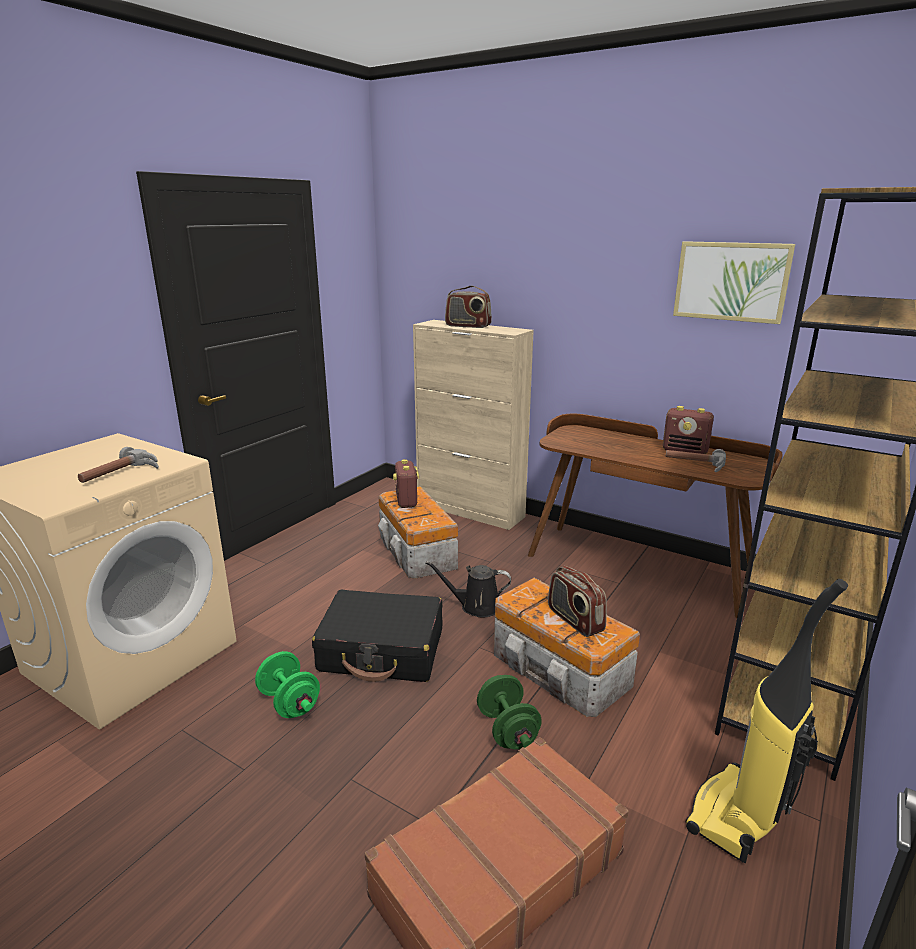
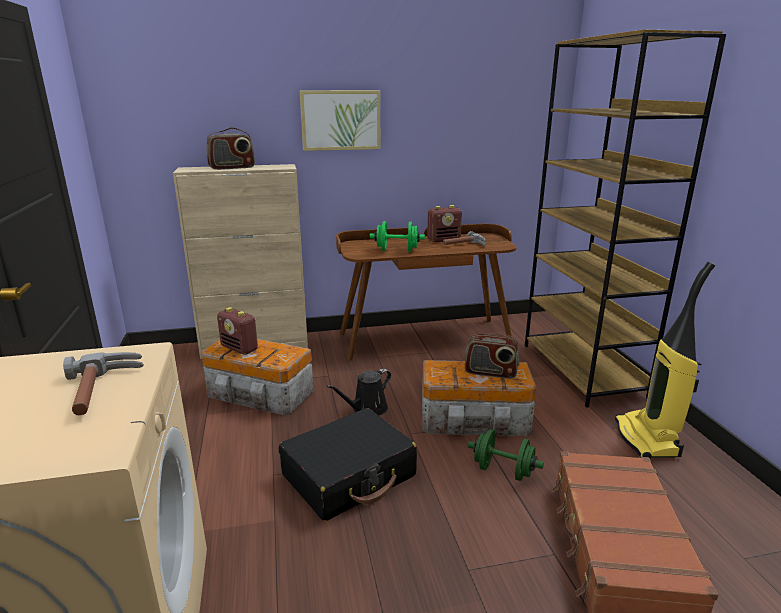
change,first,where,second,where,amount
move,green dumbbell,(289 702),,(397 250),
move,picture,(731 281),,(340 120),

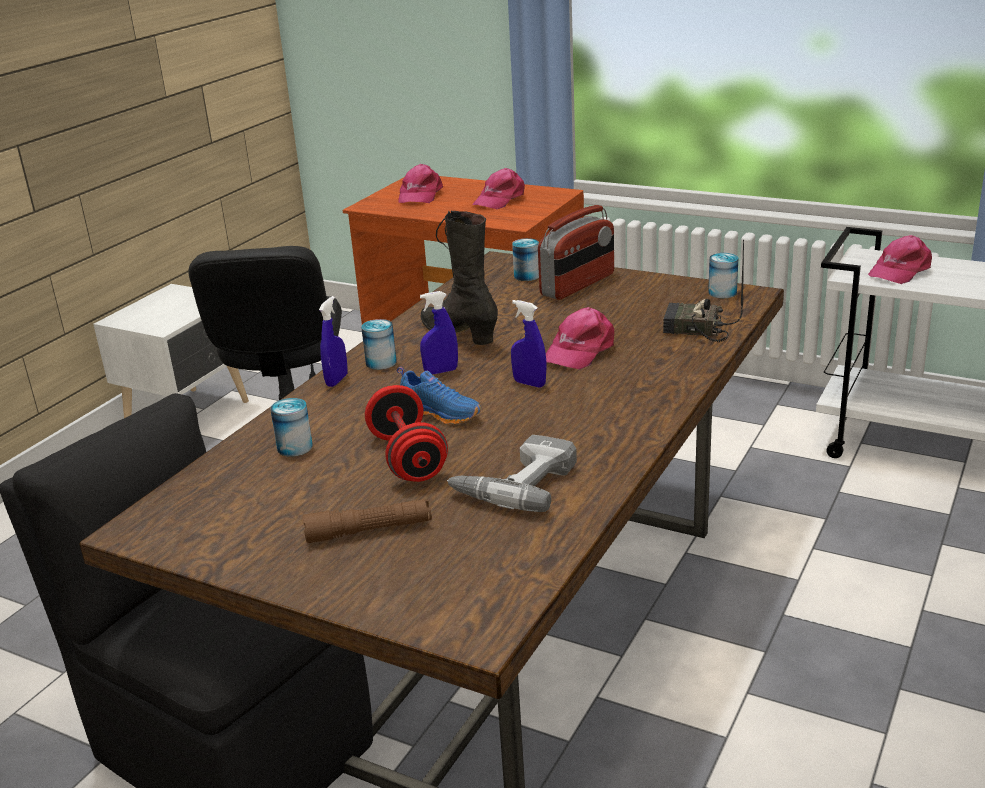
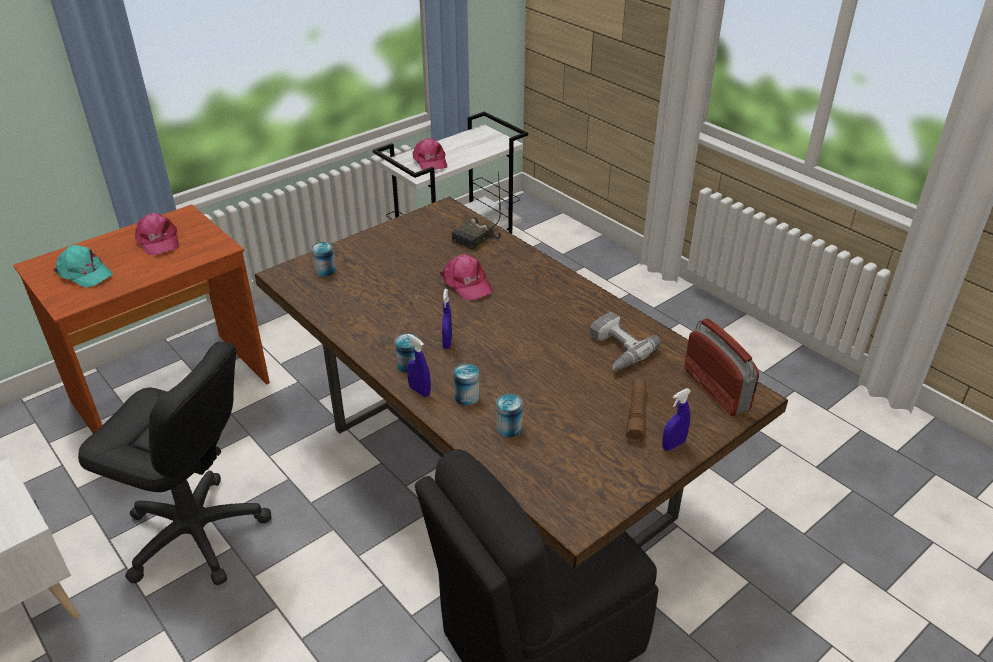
change,first,where,second,where,amount
delete,red dumbbell,(408 458),,,
delete,blue shoe,(440 413),,,
recolor,pink cap,(419 195),turquoise cap,(84 273),
delete,black boot,(459 334),,,
move,blue spray bottle,(529 383),,(673 445),
move,radio,(578 285),,(716 389),
move,can,(722 292),,(467 397),

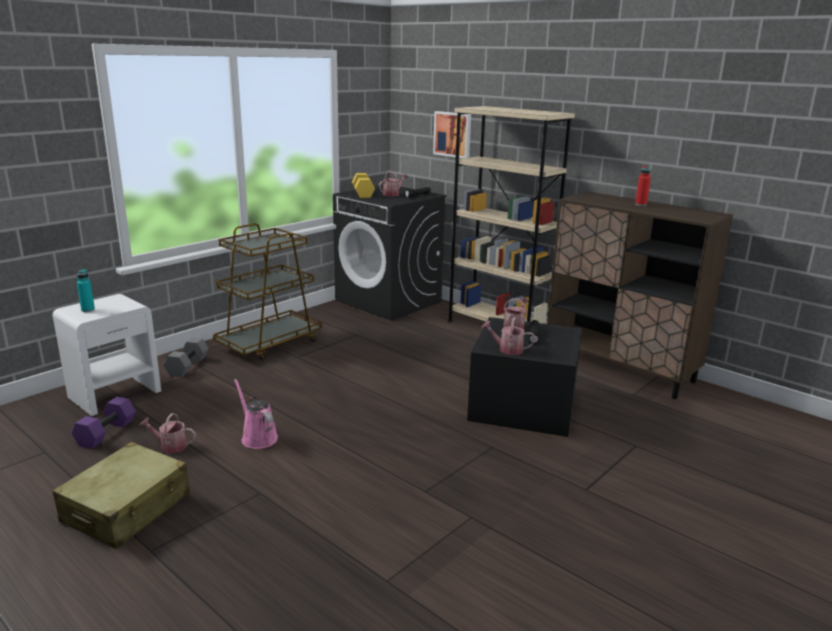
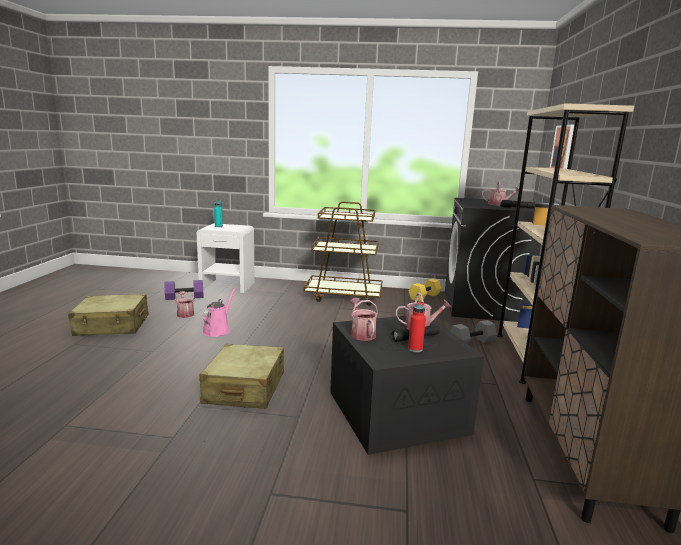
change,first,where,second,where,amount
move,grey dumbbell,(187 366),,(471 342),
move,yellow dumbbell,(363 194),,(424 297),
move,red bottle,(640 204),,(415 349),
insert,,,beige suitcase,(244 388),

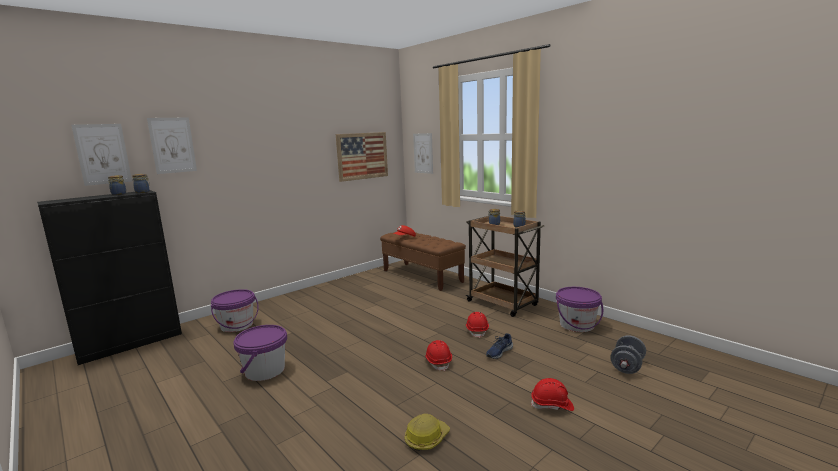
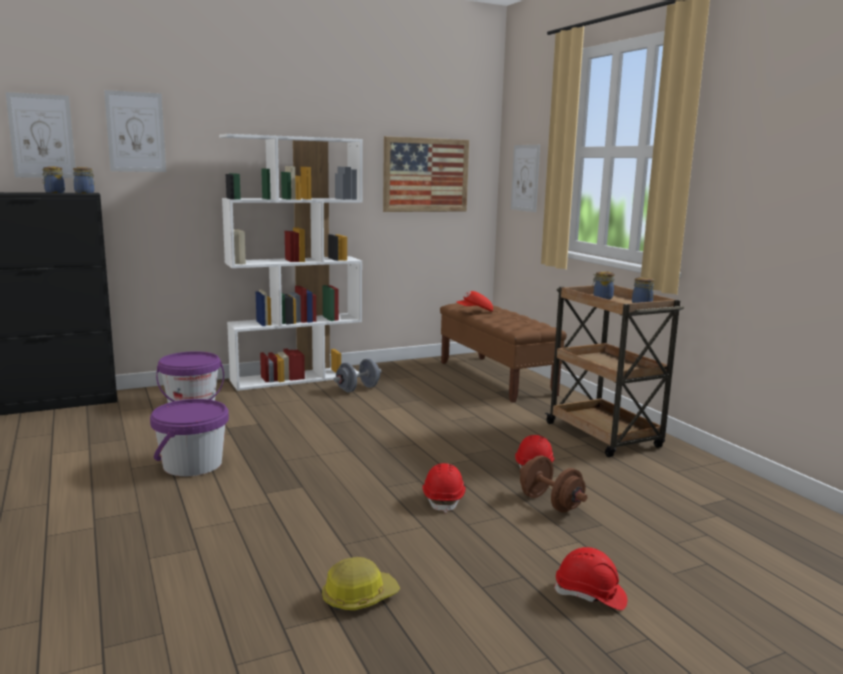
change,first,where,second,where,amount
replace,blue shoe,(499 352),brown dumbbell,(550 503),
delete,purple bucket,(577 325),,,
move,grey dumbbell,(627 366),,(358 389),
insert,,,white bookcase,(297 378),

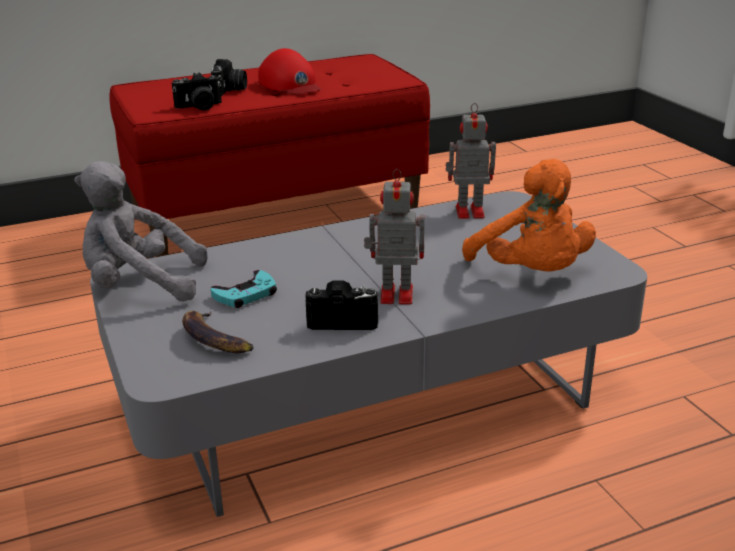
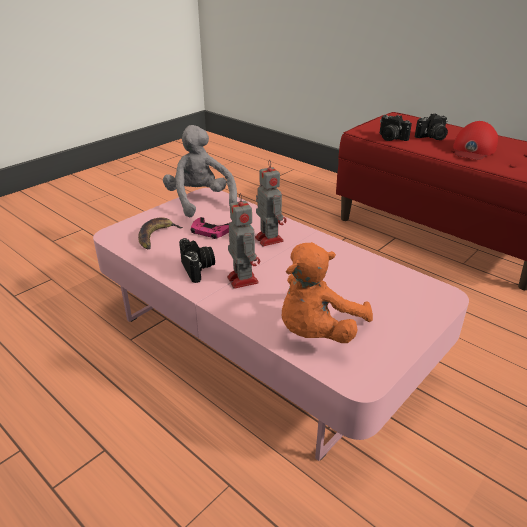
change,first,where,second,where,amount
recolor,grey coffee table,(369 394),pink coffee table,(263 340),
recolor,turquoise game controller,(246 295),pink game controller,(209 231),
move,toy robot,(467 212),,(268 238),

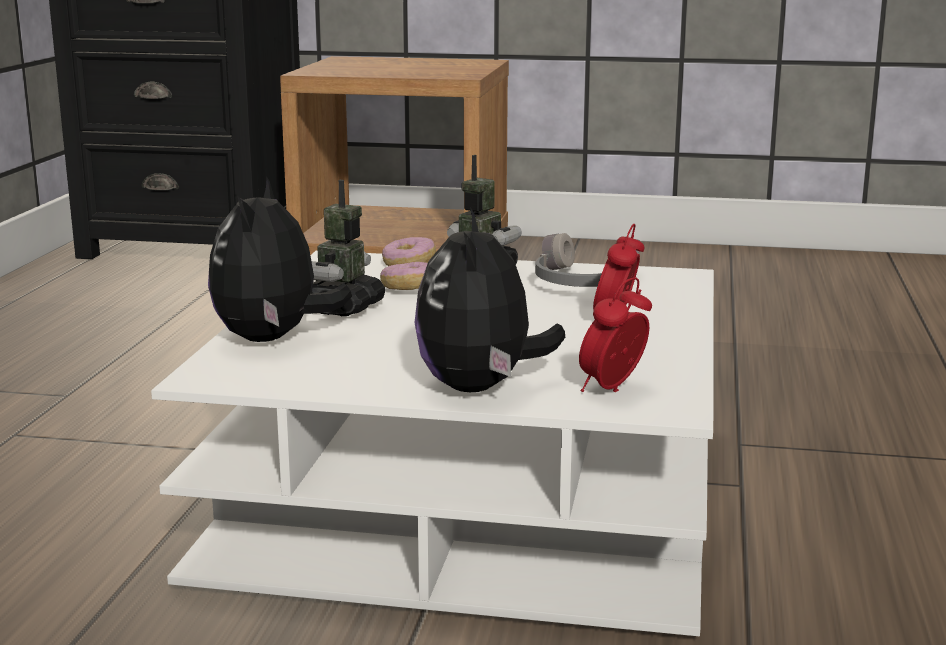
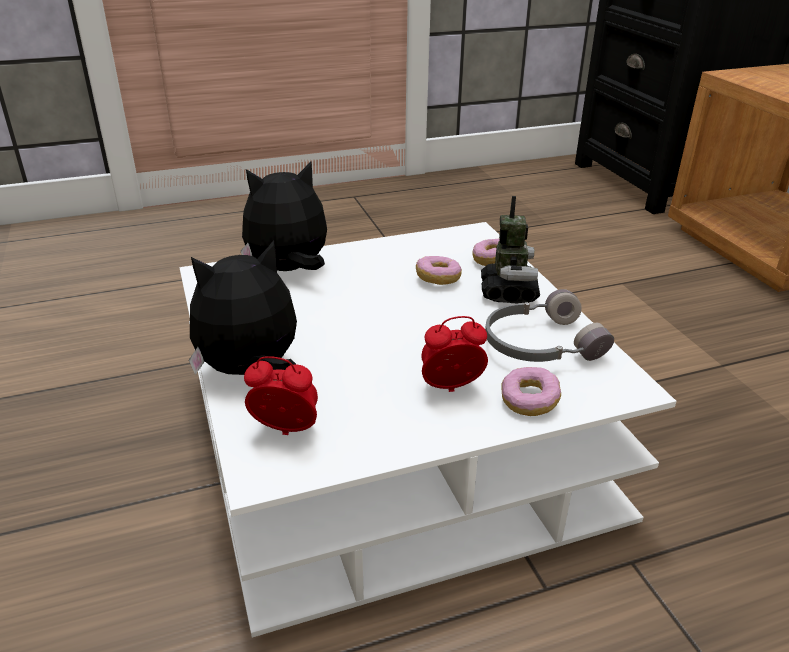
change,first,where,second,where,amount
delete,toy robot,(342 308),,,
insert,,,donut,(529 401),

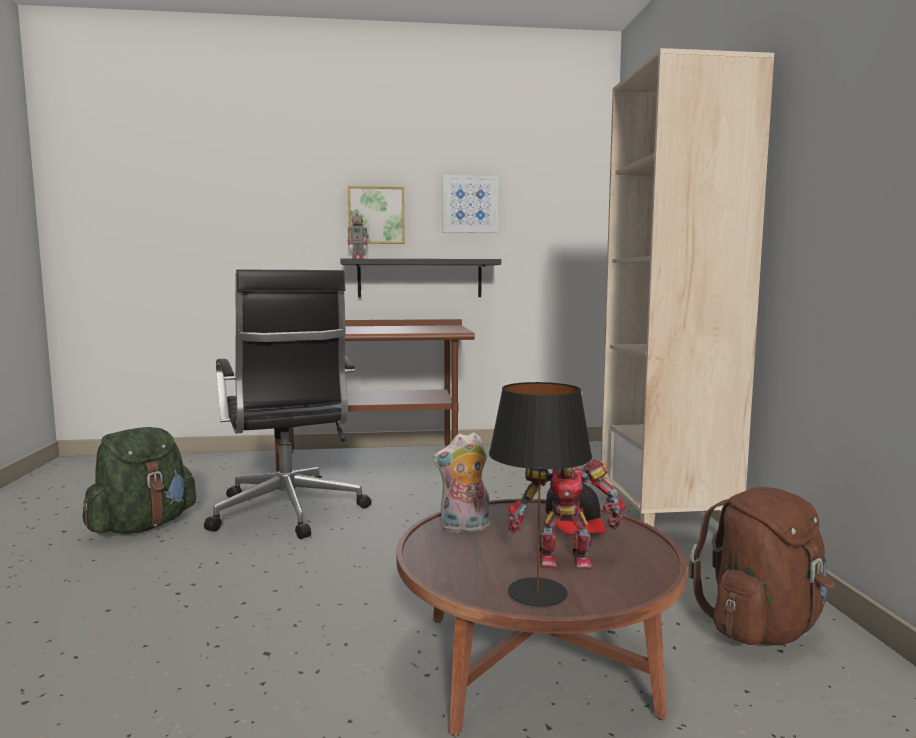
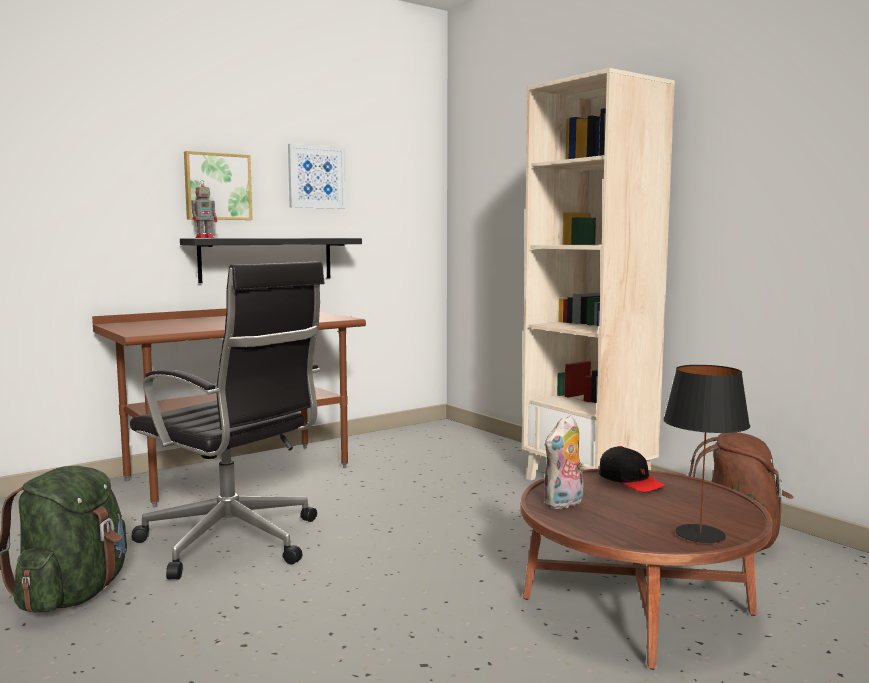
change,first,where,second,where,amount
delete,toy robot,(563 557),,,

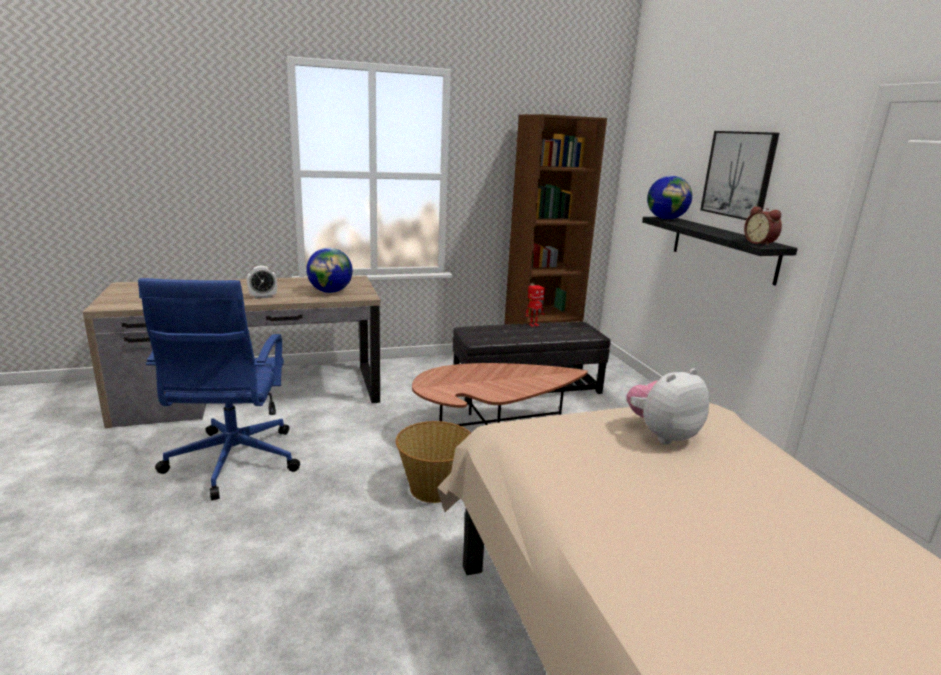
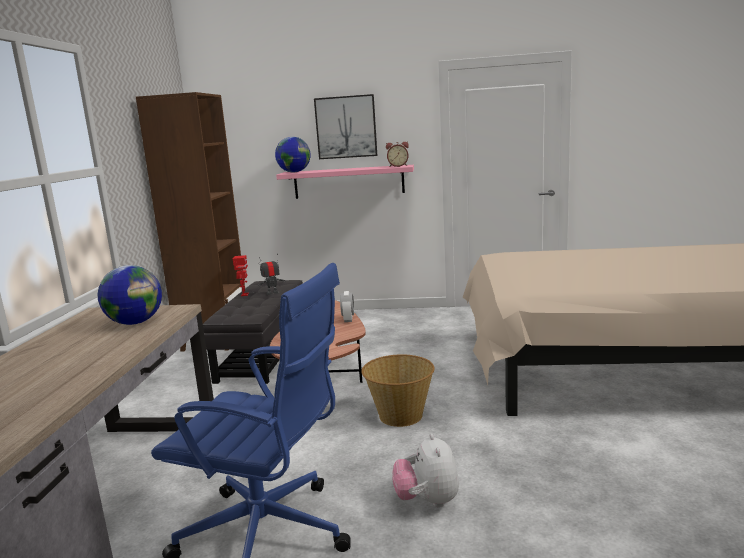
change,first,where,second,where,amount
move,alarm clock,(263 297),,(348 319),
move,plush toy,(662 434),,(427 501),
recolor,black shelf,(723 248),pink shelf,(348 182),
insert,,,toy robot,(272 293),

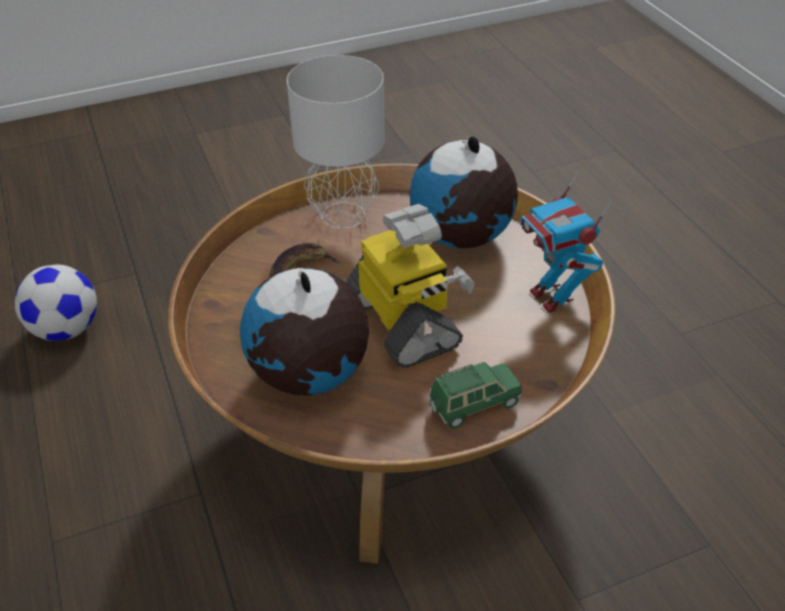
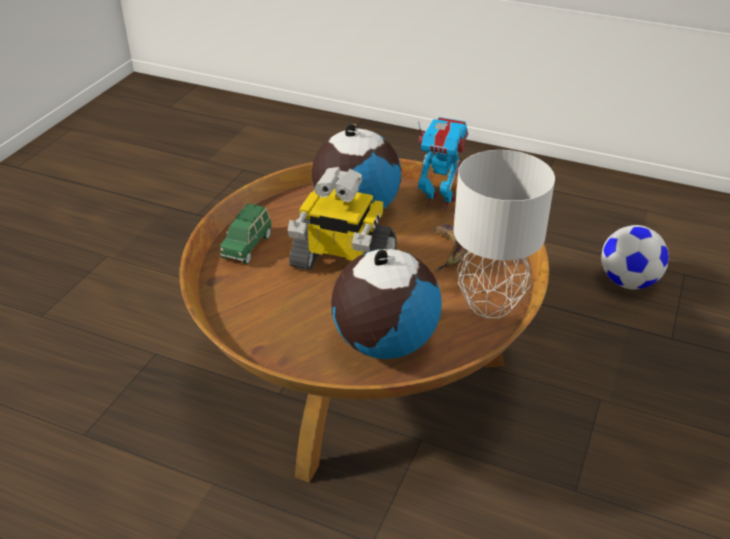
change,first,where,second,where,amount
move,toy robot,(552 297),,(439 201),

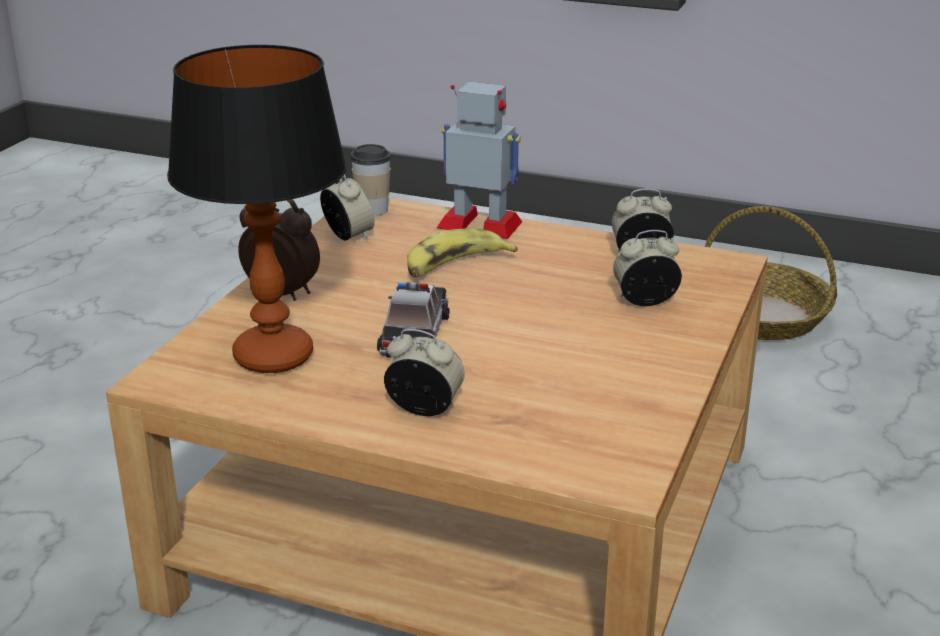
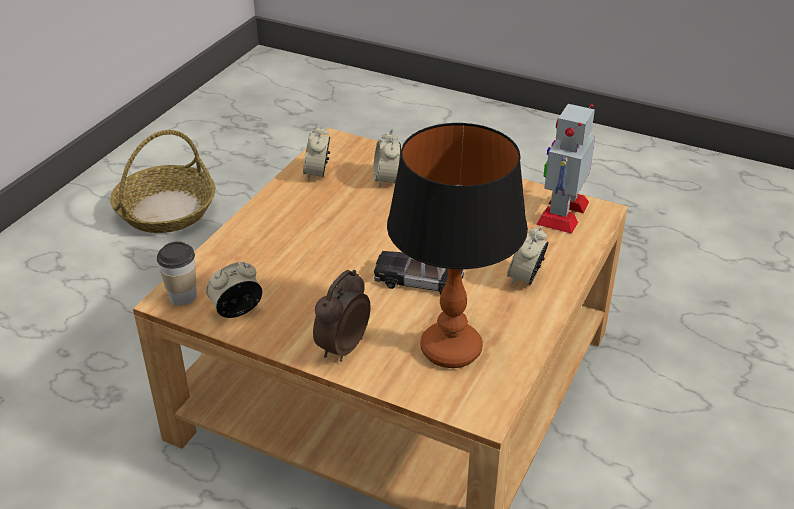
change,first,where,second,where,amount
delete,banana,(454 266),,,
move,toy robot,(480 225),,(562 212),

